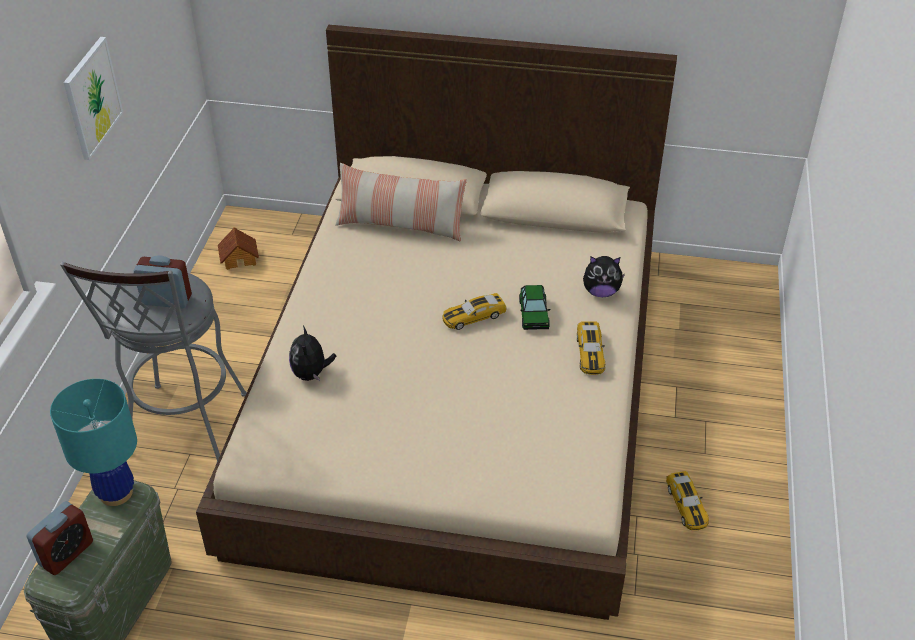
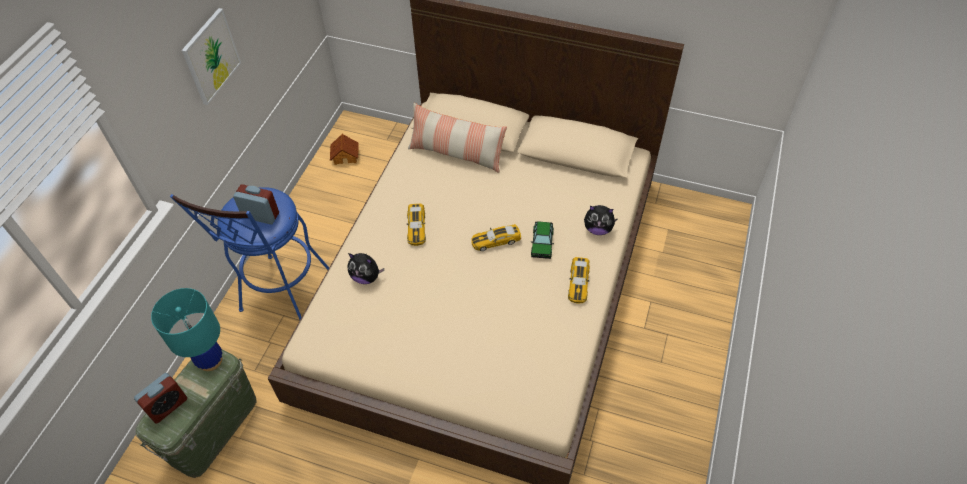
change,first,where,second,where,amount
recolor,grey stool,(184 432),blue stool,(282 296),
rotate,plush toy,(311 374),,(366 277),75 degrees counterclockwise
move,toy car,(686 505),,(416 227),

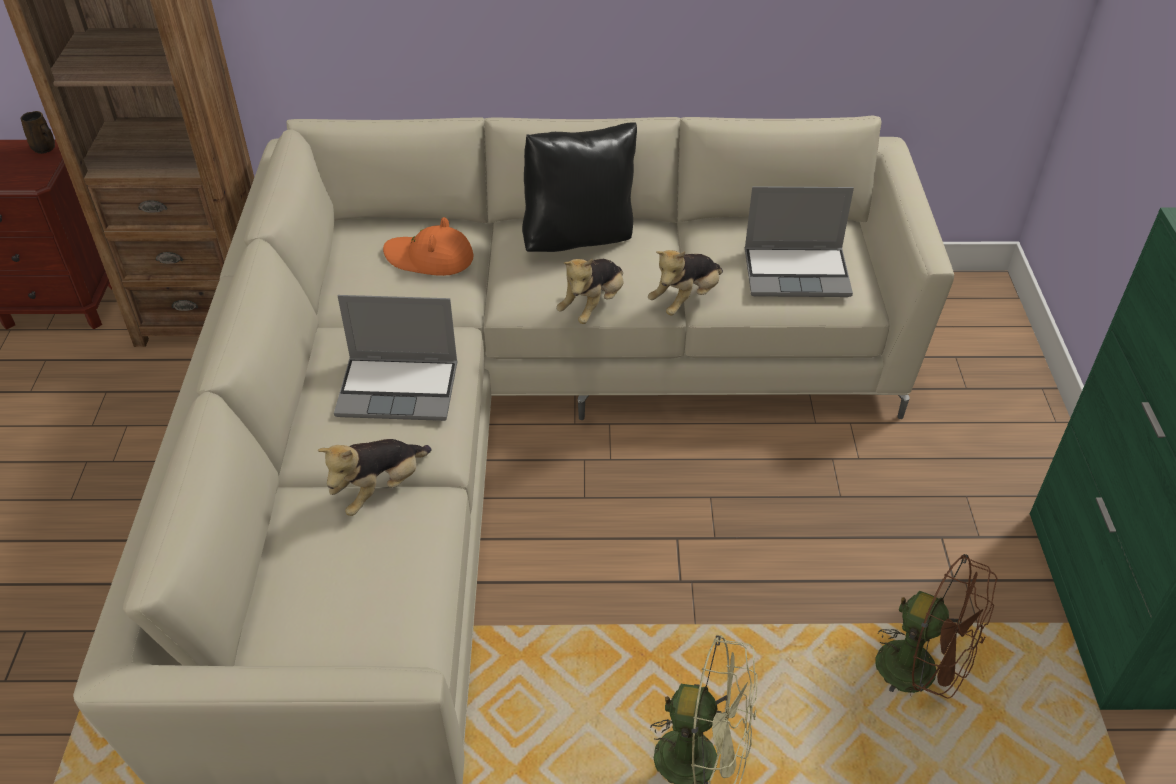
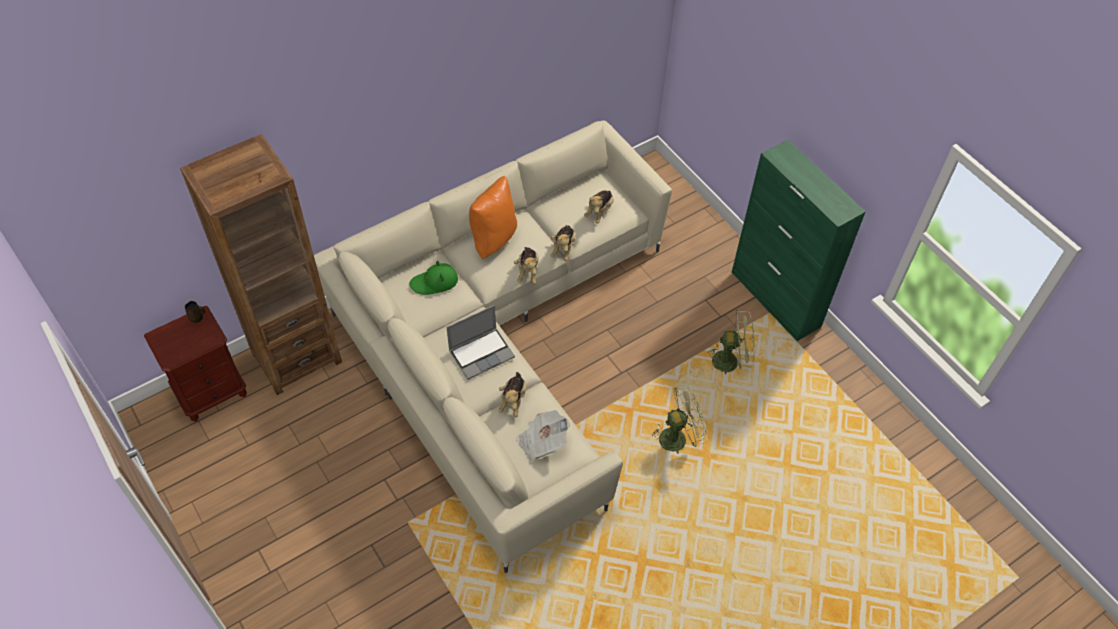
change,first,where,second,where,amount
recolor,orange hat,(429 258),green hat,(434 282),
recolor,black pillow,(579 239),orange pillow,(493 238),
replace,laptop,(797 272),plush toy,(599 211),
recolor,brown fan,(920 673),green fan,(731 361),
insert,,,newspaper,(542 441),

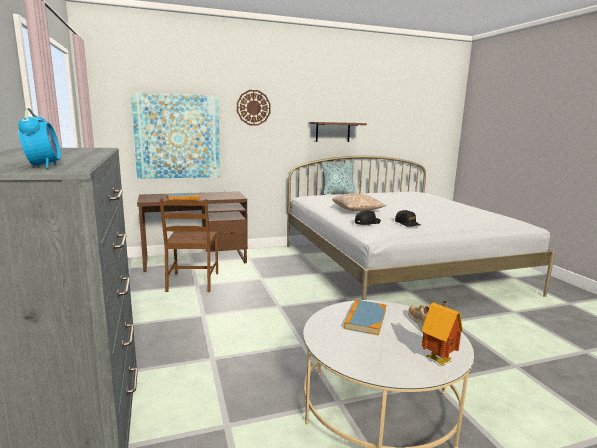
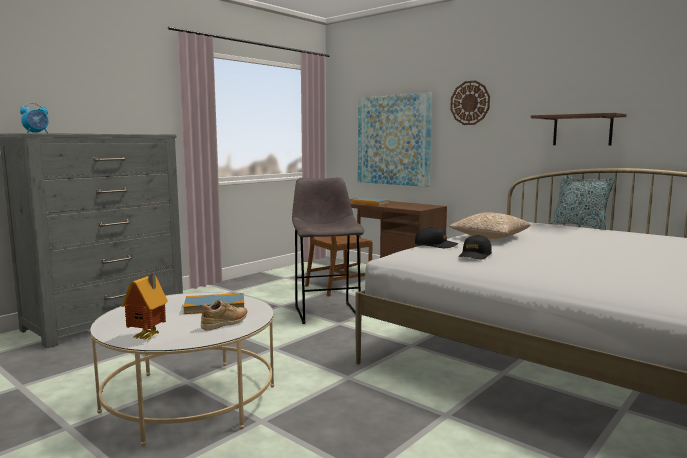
change,first,where,second,where,amount
insert,,,grey stool,(326 312),

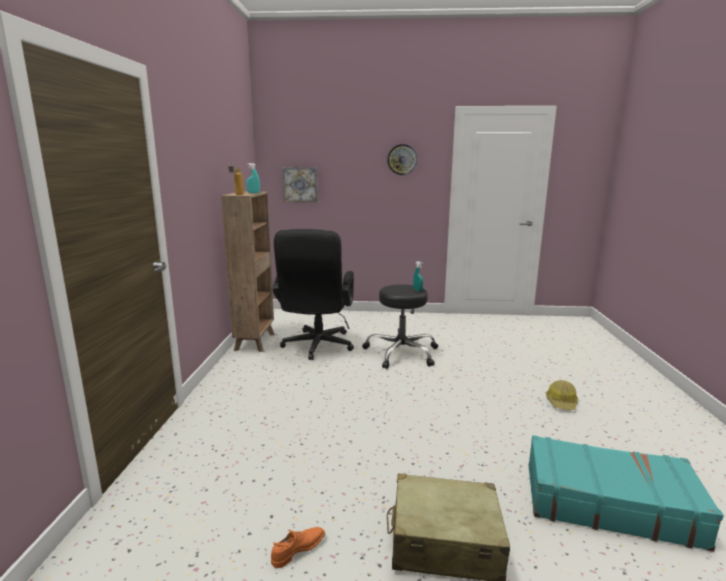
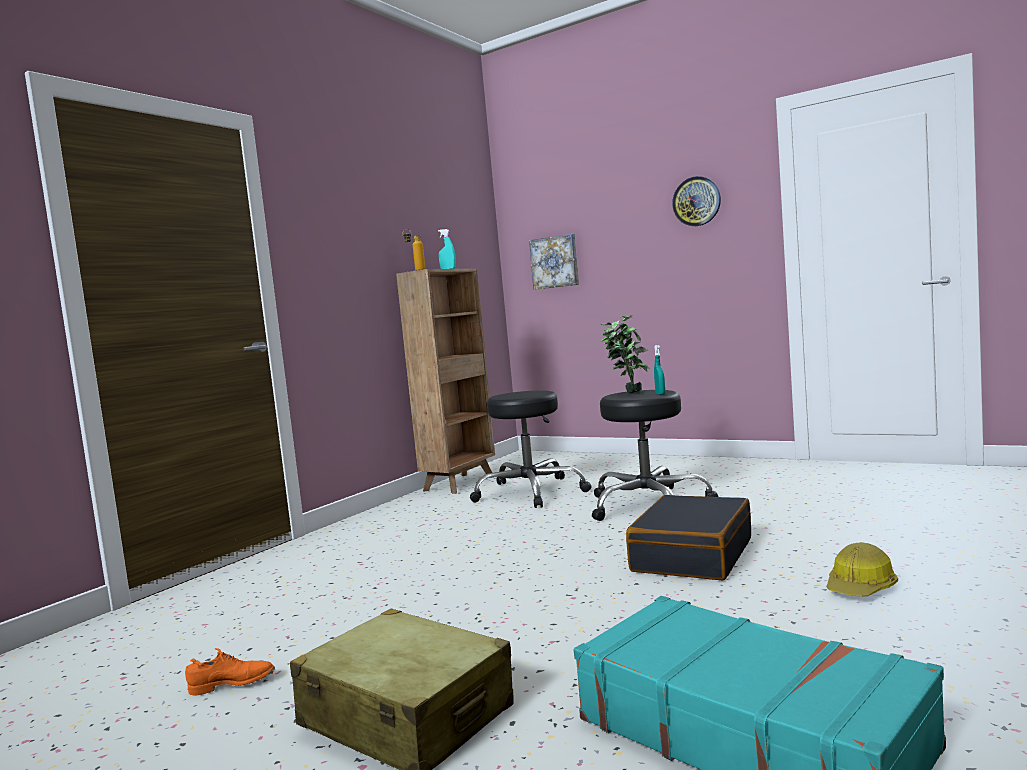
change,first,where,second,where,amount
replace,black office chair,(316 347),black stool,(531 492),
insert,,,potted plant,(627 392),
insert,,,black suitcase,(691 555),

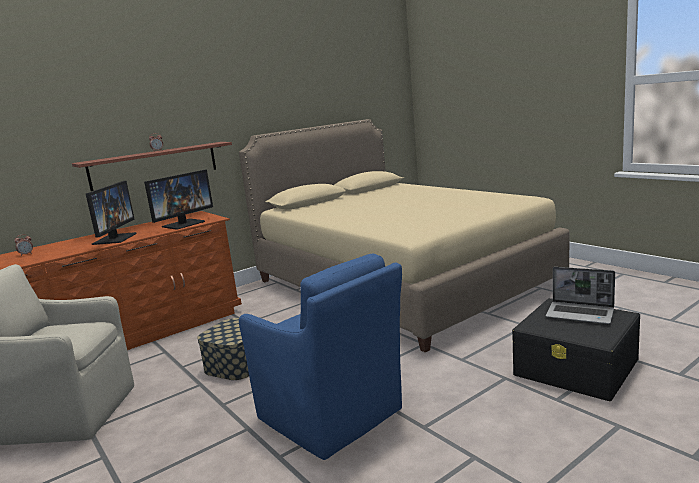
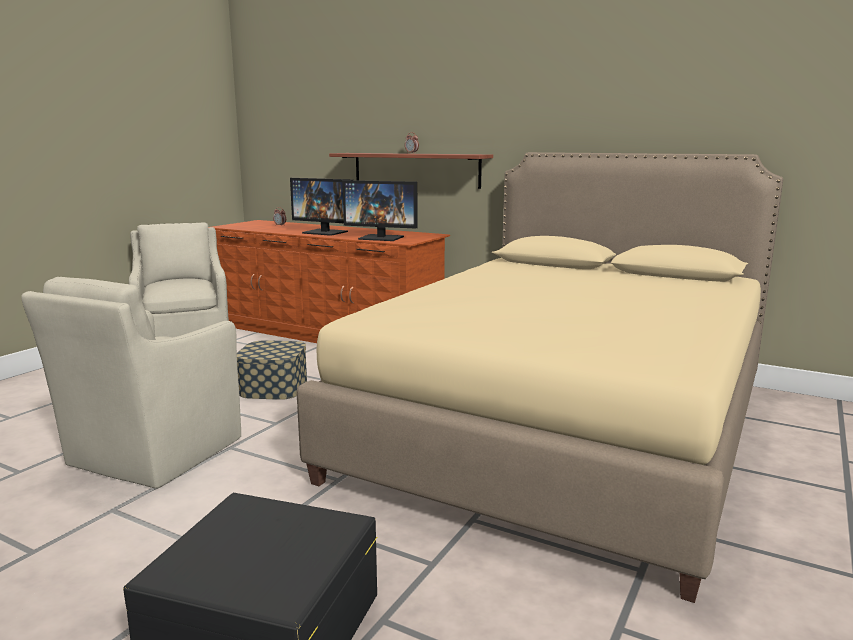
change,first,where,second,where,amount
rotate,monitor,(115 239),,(325 232),45 degrees clockwise
recolor,blue armchair,(332 416),beige armchair,(152 454),
delete,laptop,(581 314),,,

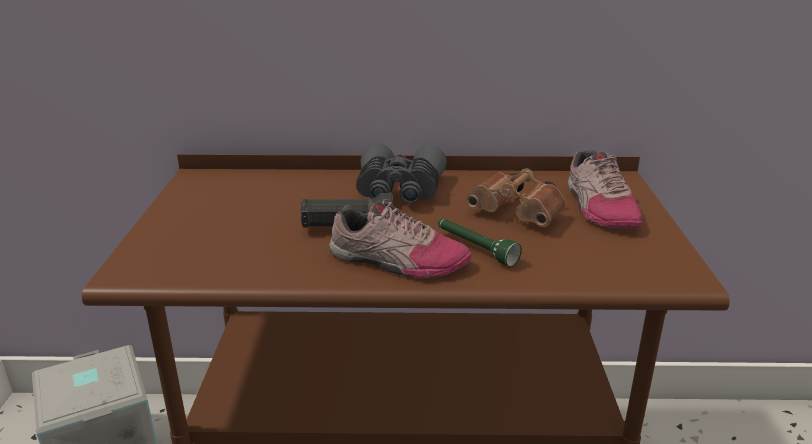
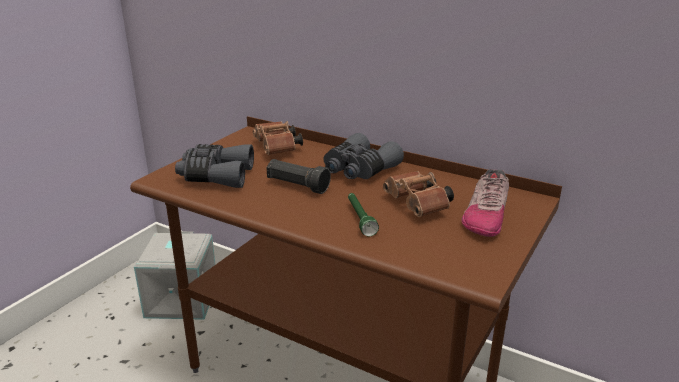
change,first,where,second,where,amount
delete,shoe,(397 261),,,
insert,,,grey binoculars,(216 176),
insert,,,brown binoculars,(277 148),

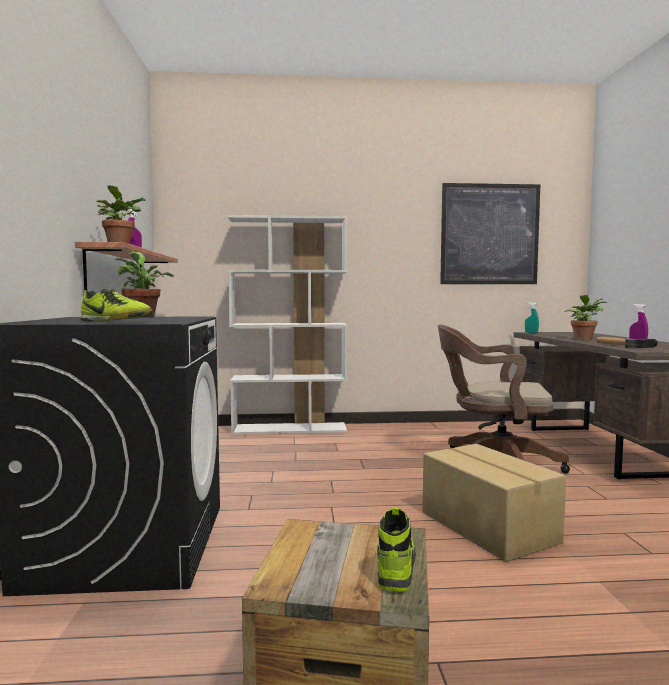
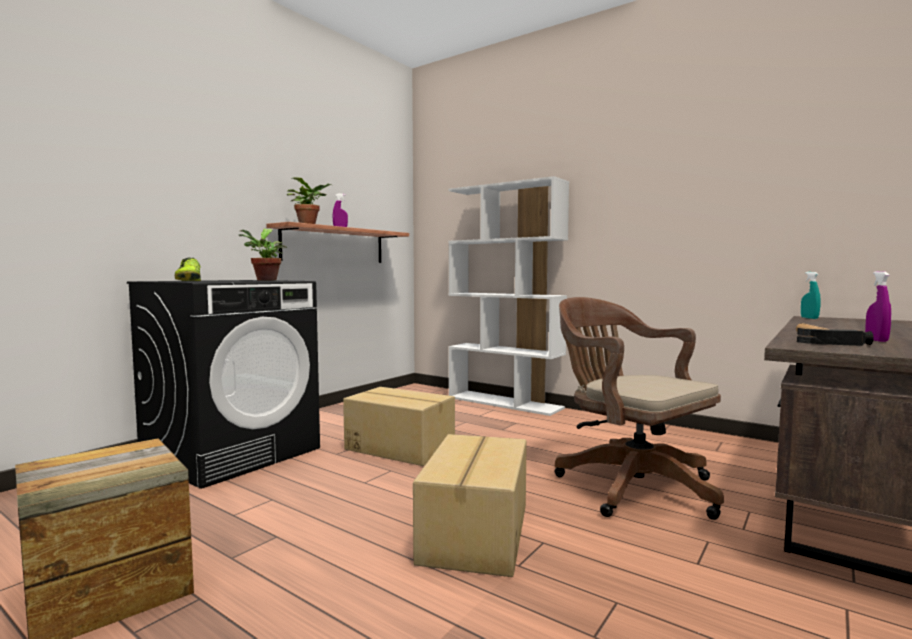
change,first,where,second,where,amount
delete,shoe,(394 566),,,
delete,picture,(489 234),,,
delete,potted plant,(583 339),,,
insert,,,cardboard box,(400 448),

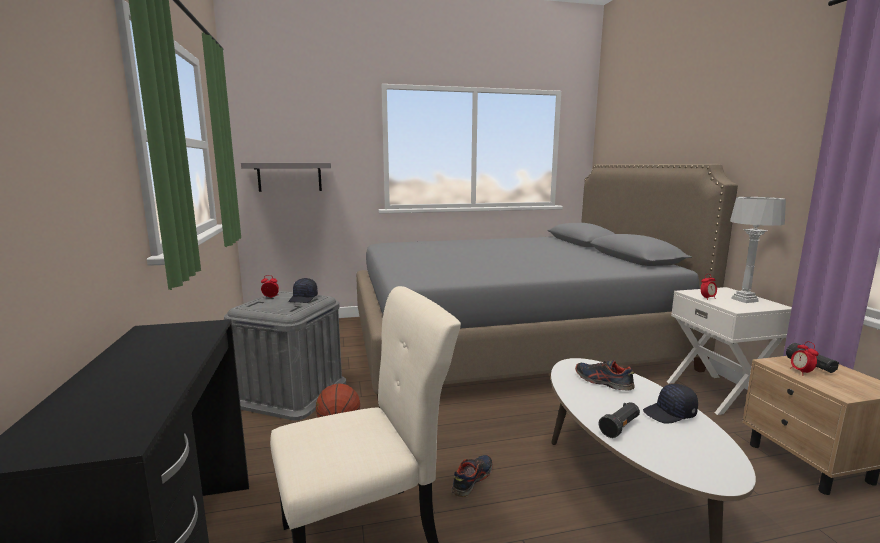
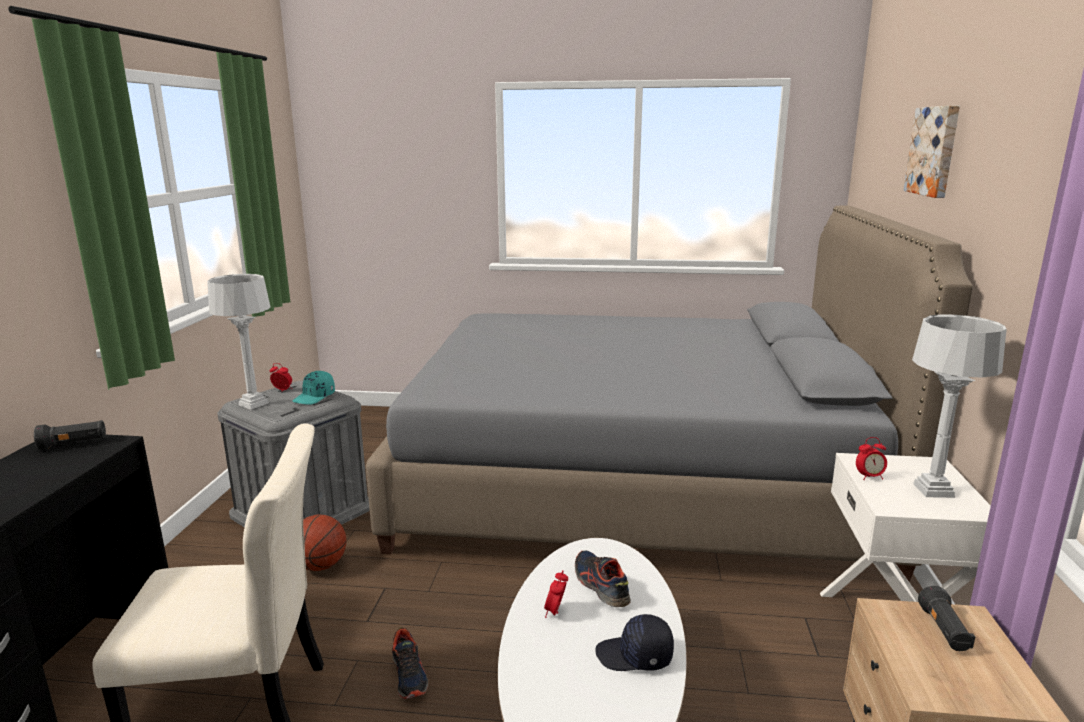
change,first,where,second,where,amount
delete,grey shelf,(289 177),,,
recolor,black cap,(303 298),turquoise cap,(315 397),
rotate,shoe,(472 480),,(409 675),105 degrees clockwise
move,black flashlight,(620 427),,(74 444),
move,alarm clock,(801 372),,(555 612),
insert,,,grey table lamp,(253 404),
insert,,,picture,(935 151),

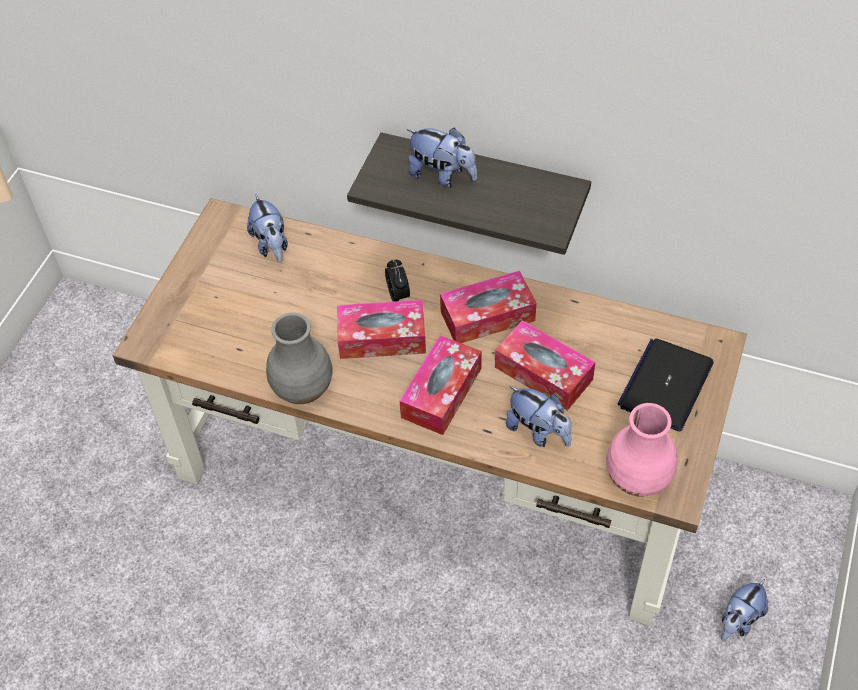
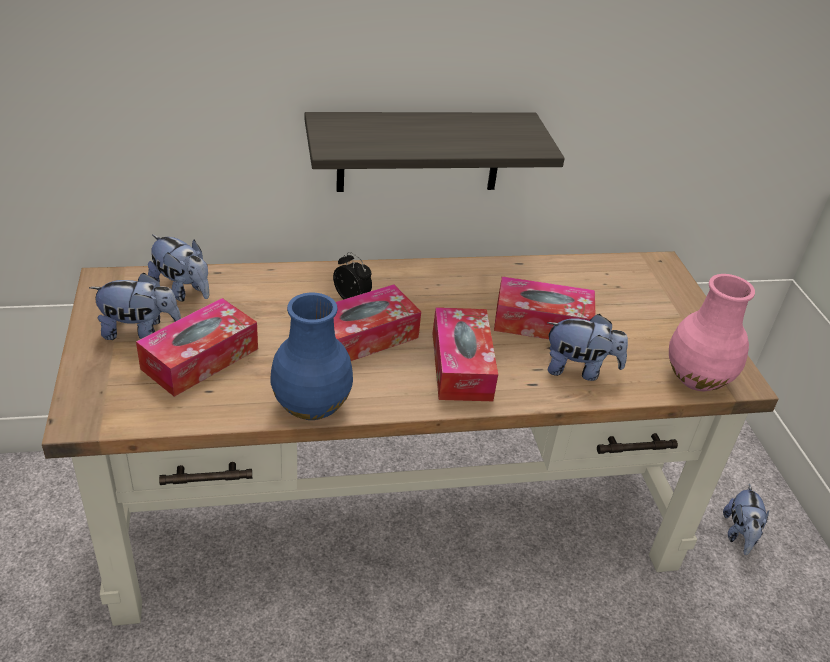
change,first,where,second,where,amount
recolor,grey vase,(304 388),blue vase,(312 405),
move,plush toy,(442 175),,(140 331),
move,tissue box,(487 316),,(200 359),
delete,laptop,(666 385),,,

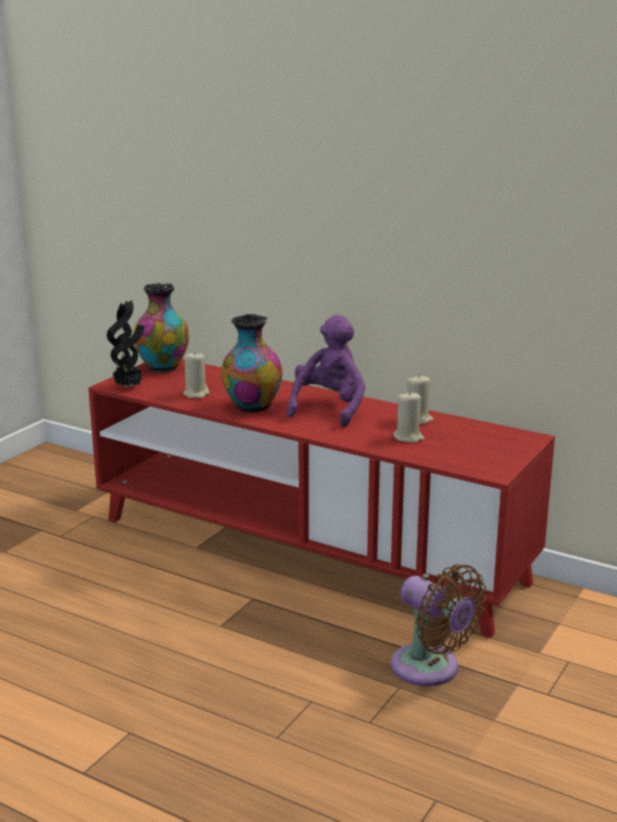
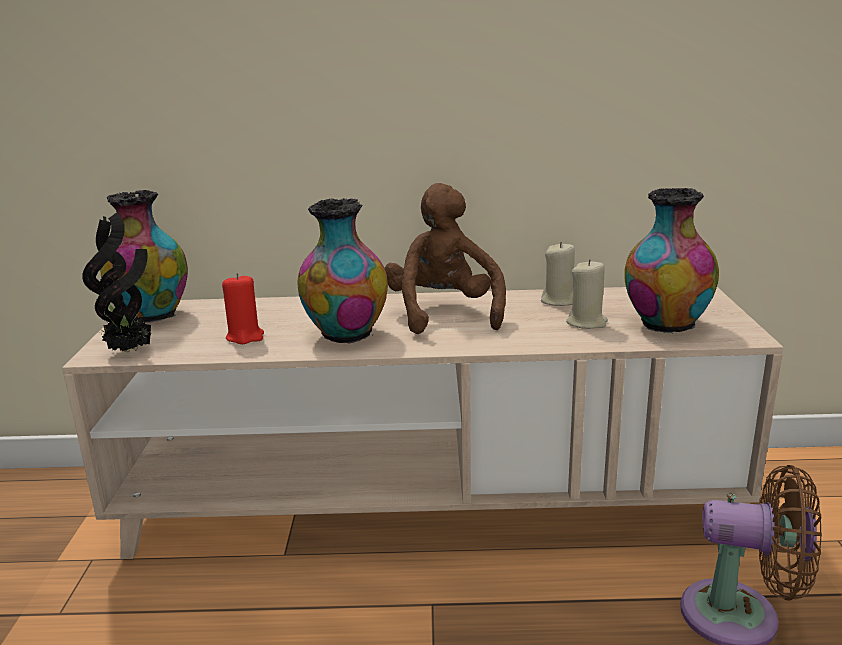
change,first,where,second,where,amount
recolor,red tv stand,(308 550),beige tv stand,(427 506),
recolor,beige candle,(196 394),red candle,(245 337),
recolor,purple plush toy,(329 408),brown plush toy,(443 313),
insert,,,vase,(665 324),

